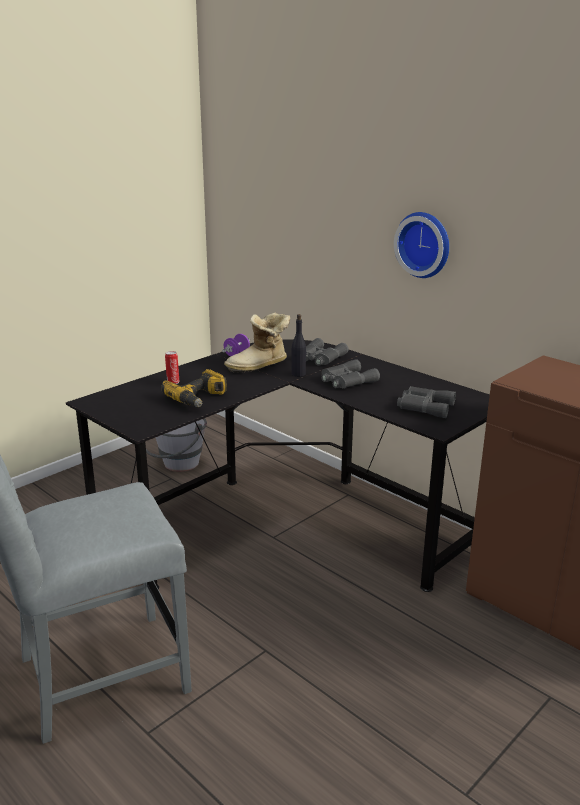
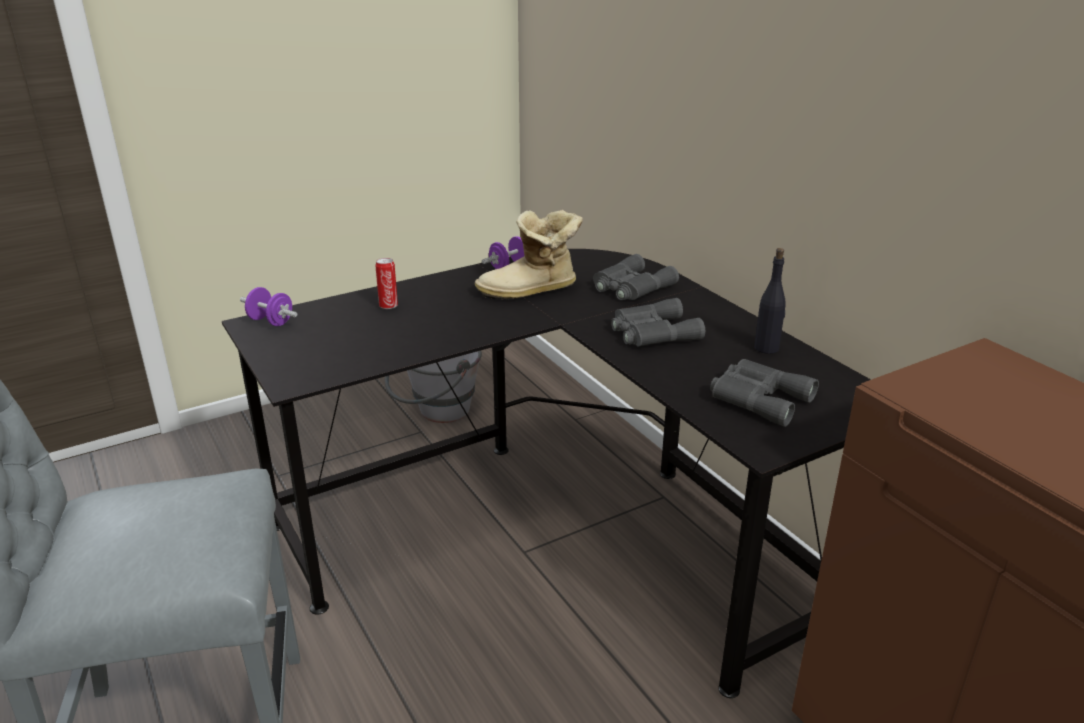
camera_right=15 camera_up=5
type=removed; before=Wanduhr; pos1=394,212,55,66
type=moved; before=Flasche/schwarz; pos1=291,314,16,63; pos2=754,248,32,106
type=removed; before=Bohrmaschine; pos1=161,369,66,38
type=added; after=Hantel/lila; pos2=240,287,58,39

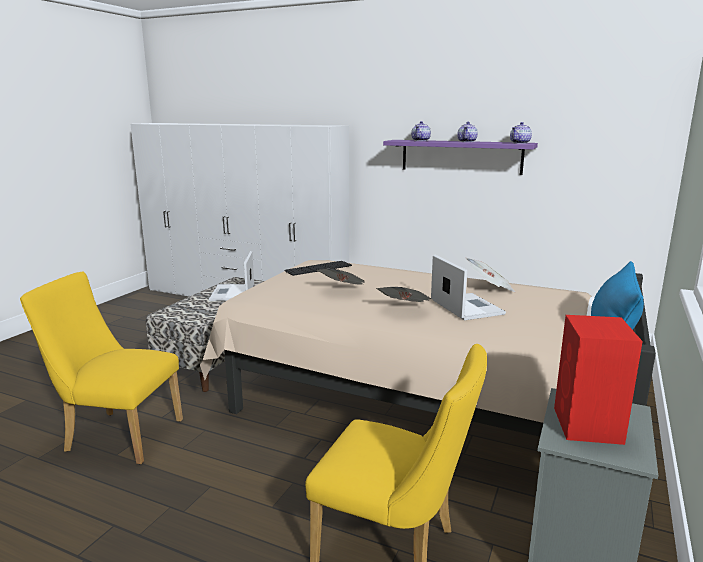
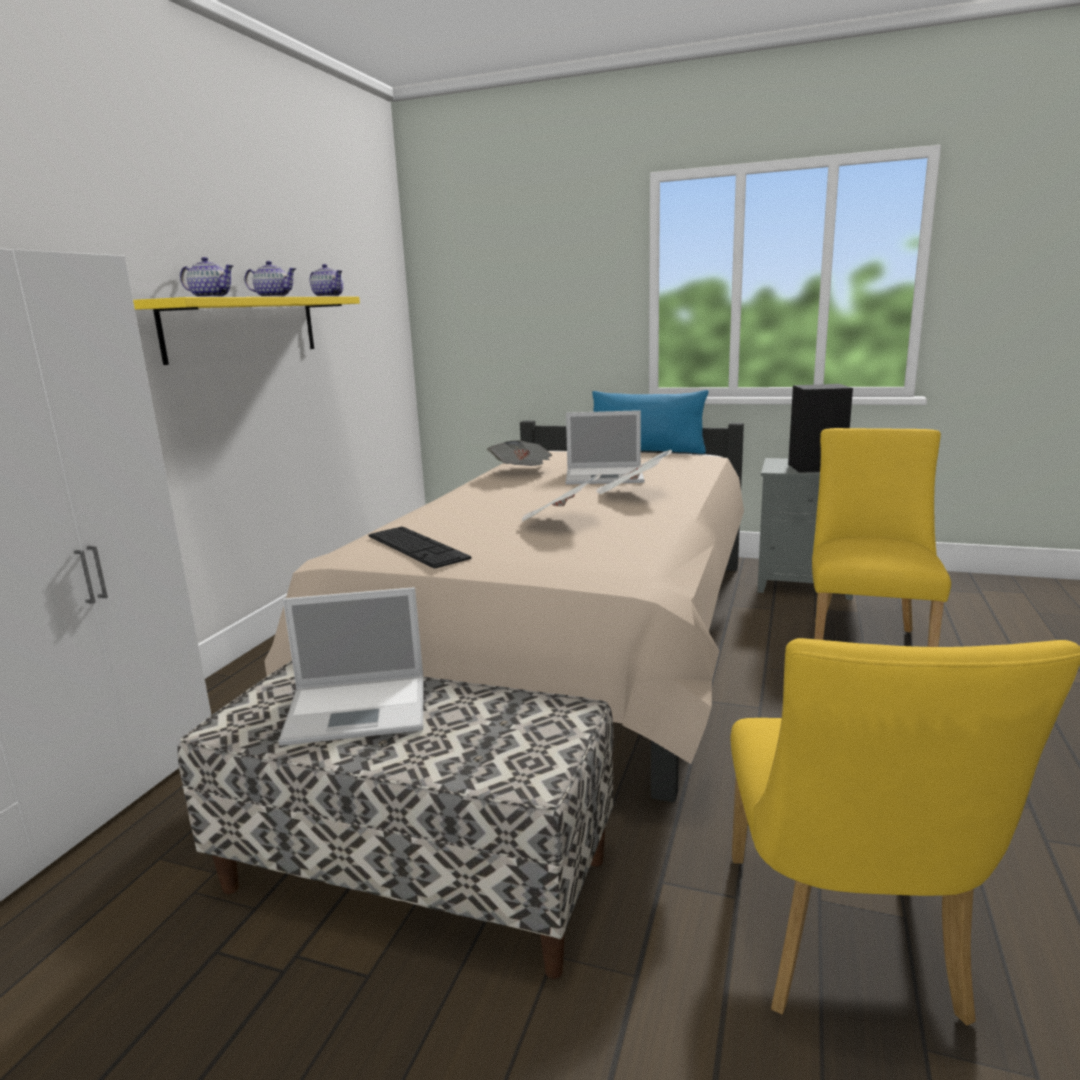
camera_right=-95 camera_up=0
type=recoloured; before=Wandregal/lila; after=Wandregal/gelb; pos1=383,140,155,35; pos2=133,296,227,69
type=turned; before=Laptop; pos1=431,255,75,65; pos2=566,410,78,75; turn=-150
type=recoloured; before=Lautsprecher/rot; after=Lautsprecher/schwarz; pos1=554,315,89,130; pos2=788,384,65,89

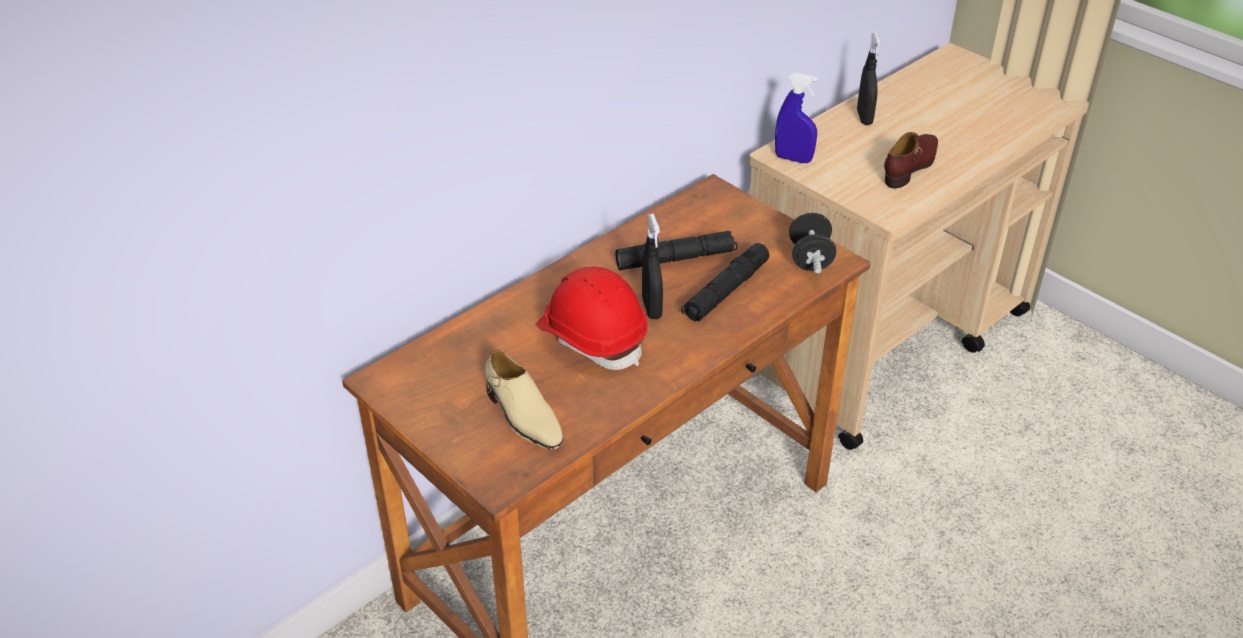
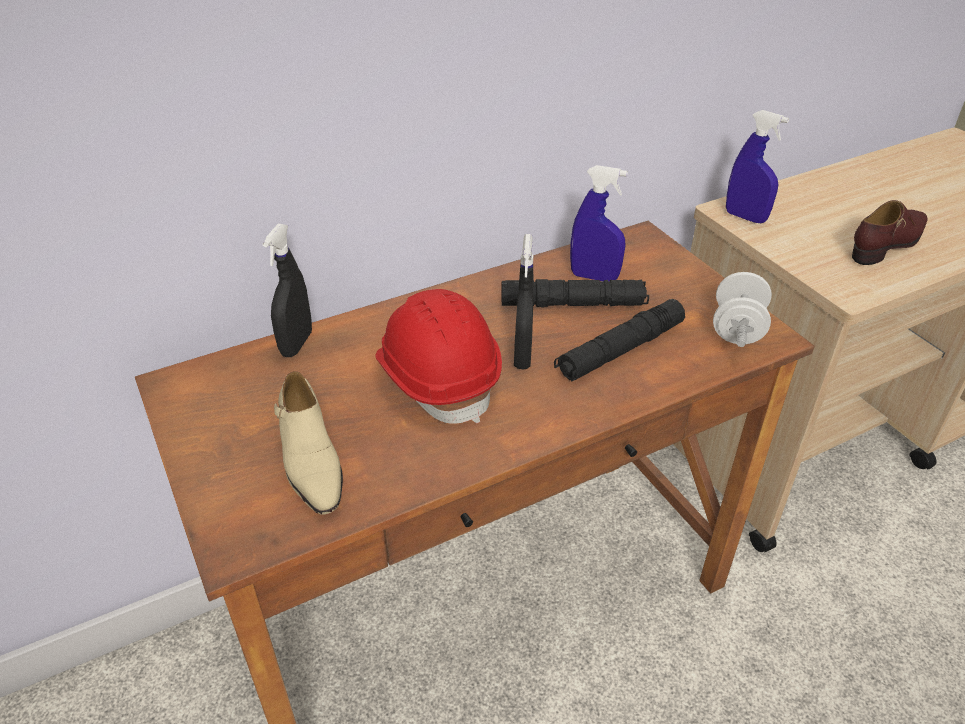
camera_right=15 camera_up=0
type=moved; before=Sprühflasche/schwarz; pos1=857,32,24,93; pos2=262,224,50,133
type=recoloured; before=Hantel/schwarz; after=Hantel/weiß; pos1=789,212,47,61; pos2=713,272,59,75
type=added; after=Sprühflasche/blau; pos2=570,165,58,116

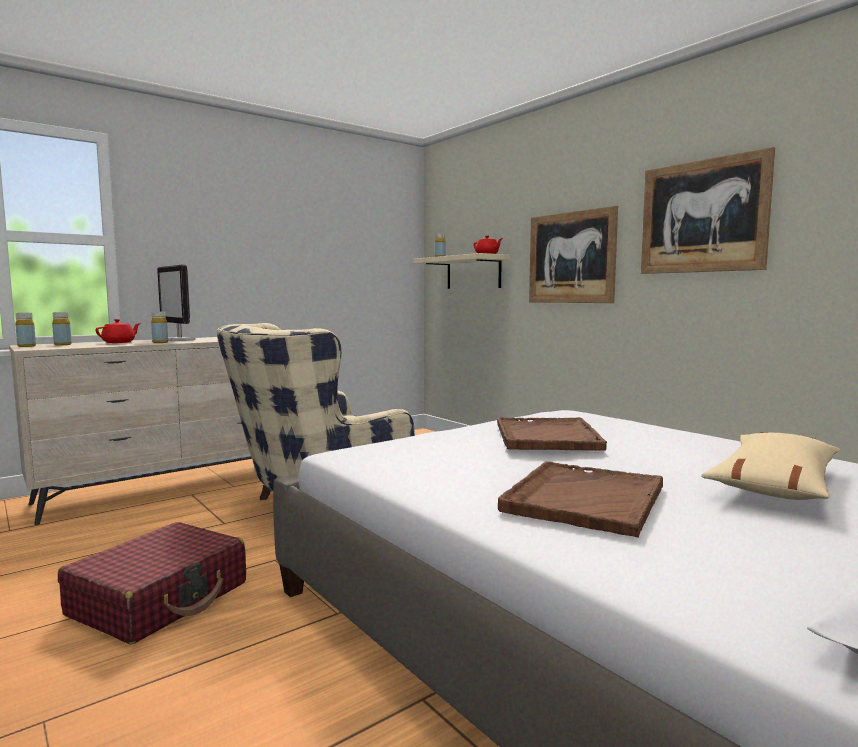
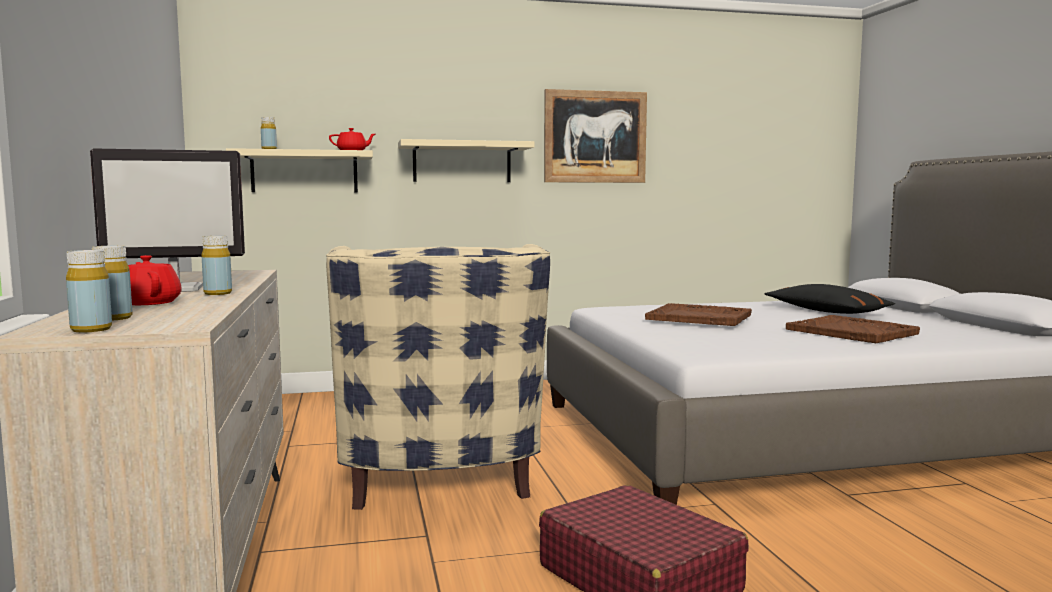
camera_right=-65 camera_up=0
type=replaced; before=Bild; after=Wandregal/beige; pos1=529,206,89,97; pos2=398,139,136,43
type=recoloured; before=Kissen/beige; after=Kissen/schwarz; pos1=701,432,139,68; pos2=765,284,130,30

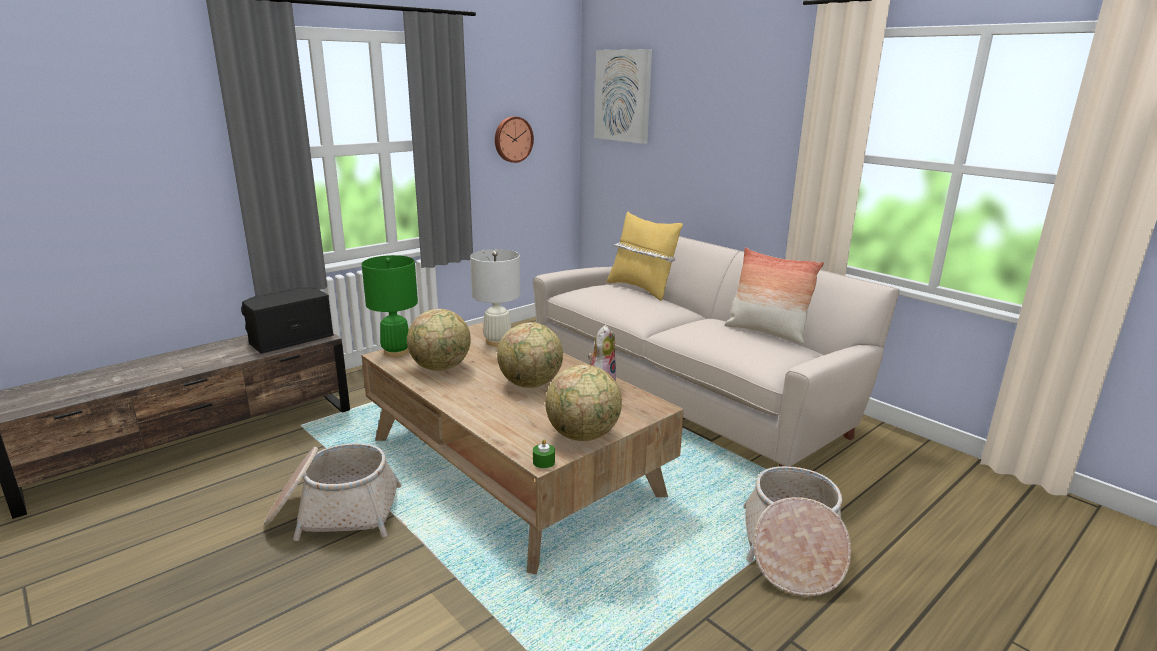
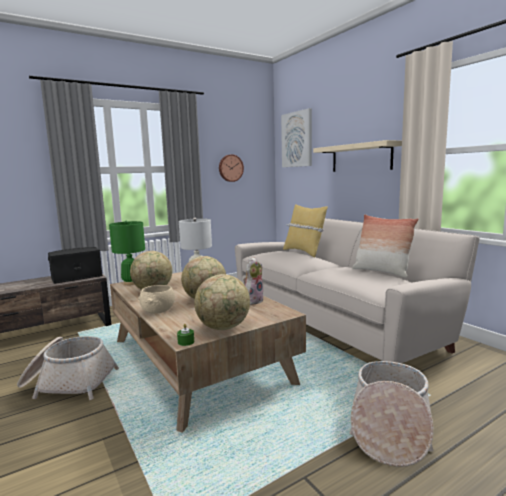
camera_right=10 camera_up=-10
type=added; after=Wandregal/beige; pos2=313,140,89,32
type=added; after=Schüssel/beige; pos2=138,285,37,29

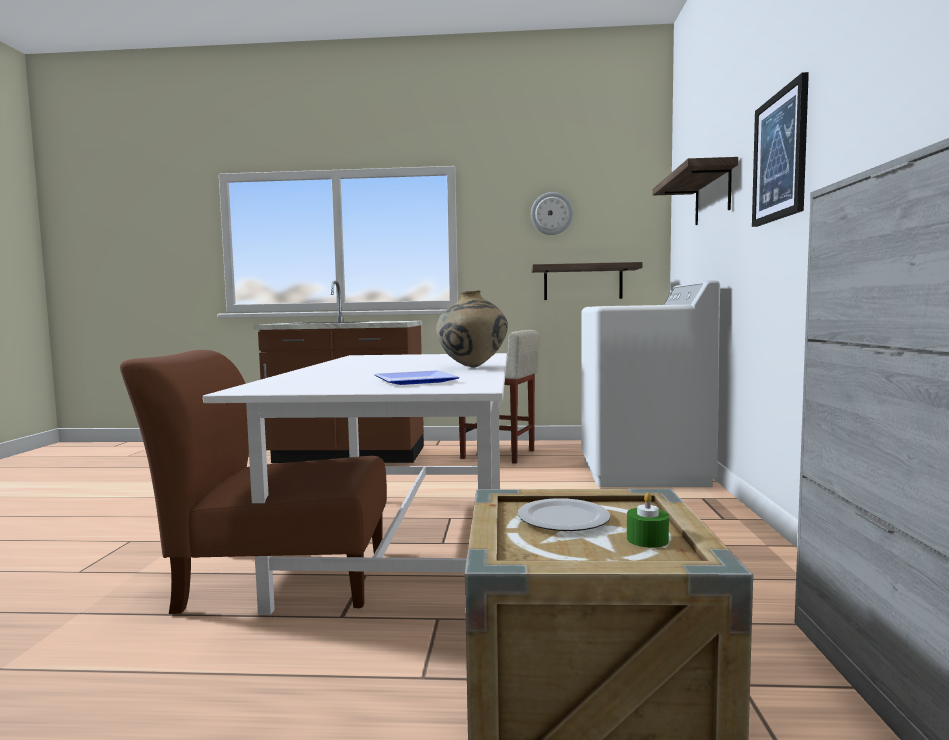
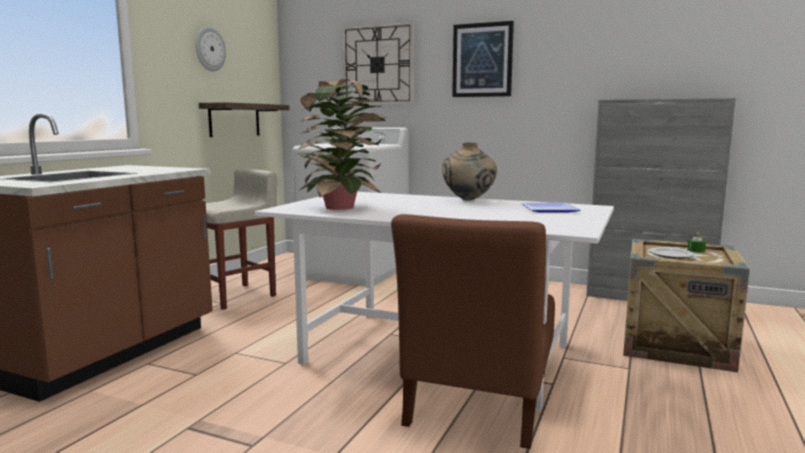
camera_right=-70 camera_up=5
type=replaced; before=Wandregal; after=Wanduhr; pos1=653,157,85,68; pos2=342,21,72,84
type=added; after=Topfpflanze; pos2=299,79,88,131

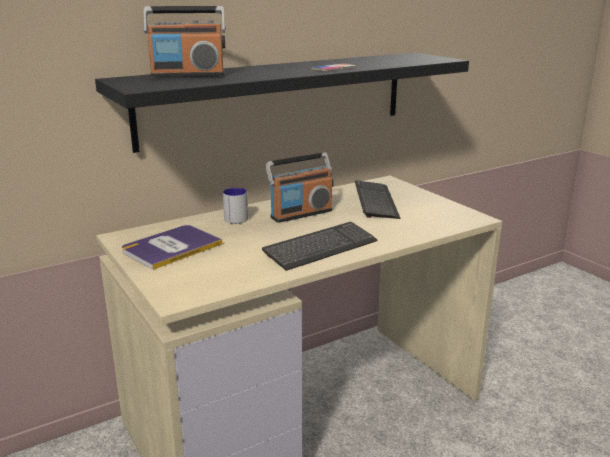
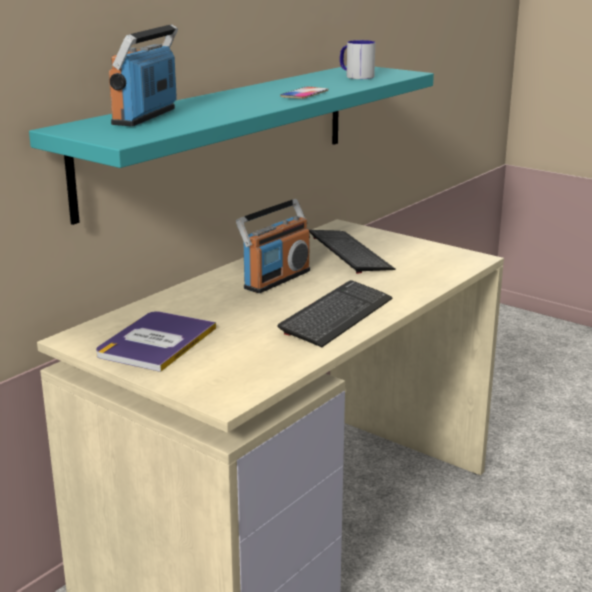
camera_right=-20 camera_up=0
type=turned; before=Radio; pos1=143,6,83,72; pos2=109,24,69,102; turn=135
type=recoloured; before=Wandregal/schwarz; after=Wandregal/türkis; pos1=95,52,374,101; pos2=29,66,405,159
type=moved; before=Henkelbecher; pos1=223,188,25,36; pos2=340,40,35,39

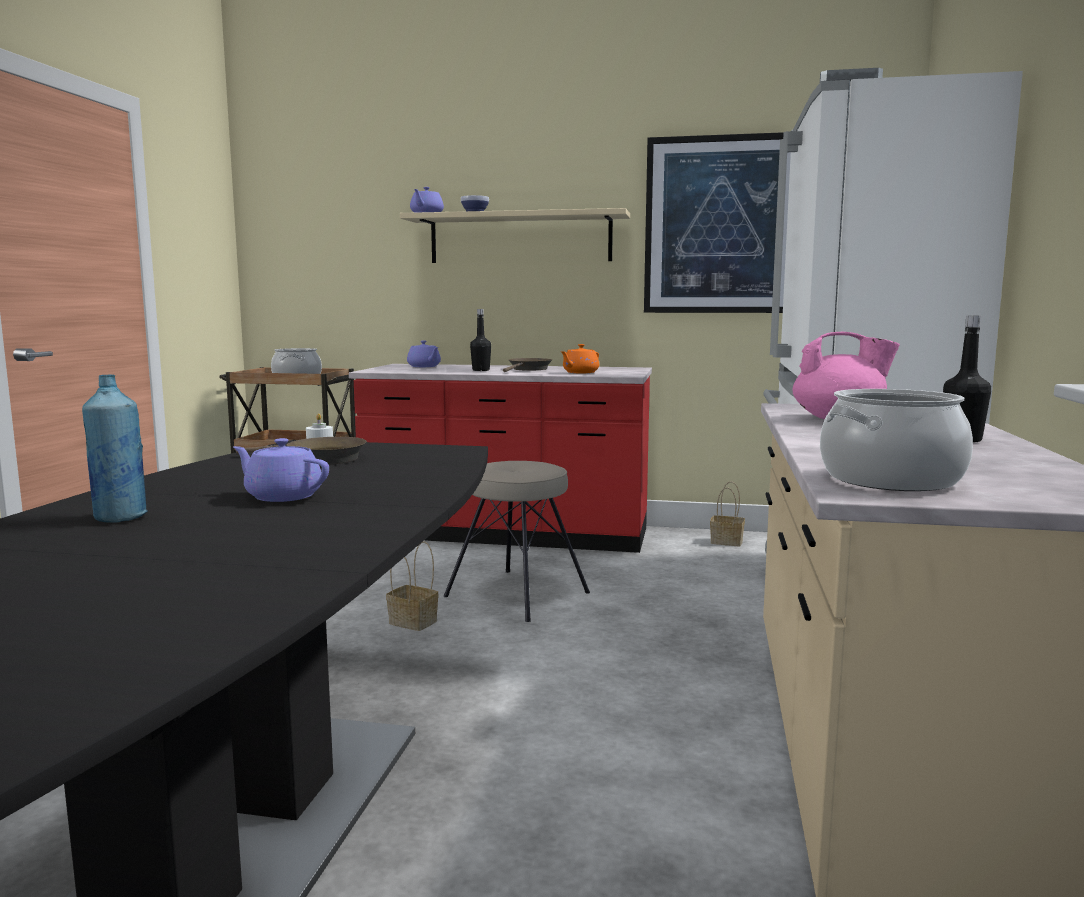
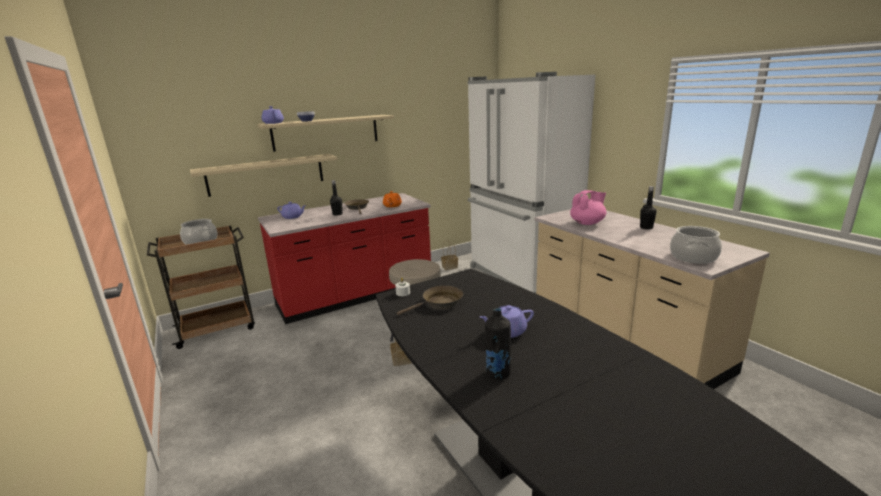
camera_right=-40 camera_up=10
type=removed; before=Bild; pos1=644,132,147,181
type=recoloured; before=Flasche/blau; after=Flasche/schwarz; pos1=82,375,66,148; pos2=485,308,26,72
type=added; after=Wandregal/beige; pos2=190,154,147,43

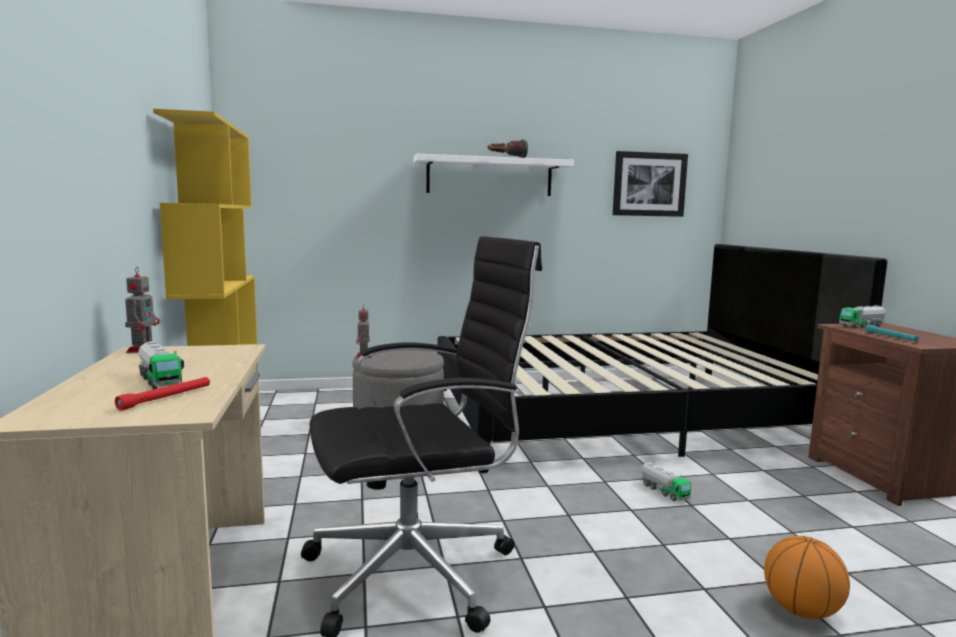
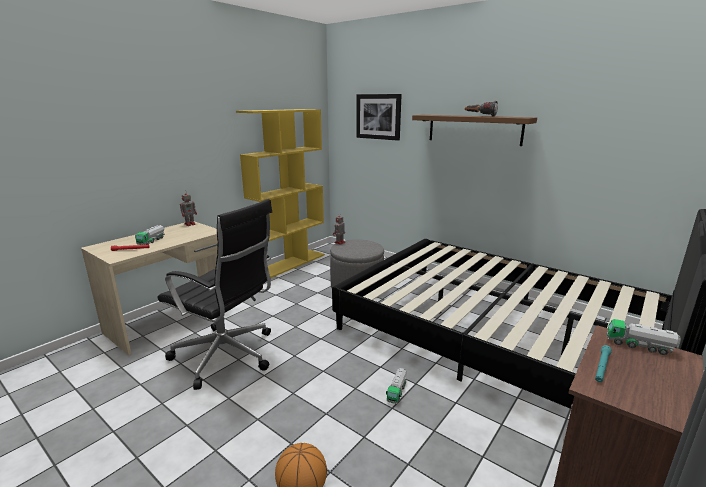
camera_right=50 camera_up=10
type=moved; before=Bild; pos1=613,151,75,66; pos2=356,94,46,47
type=recoloured; before=Wandregal/weiß; after=Wandregal/braun; pos1=413,154,161,42; pos2=412,115,125,31

